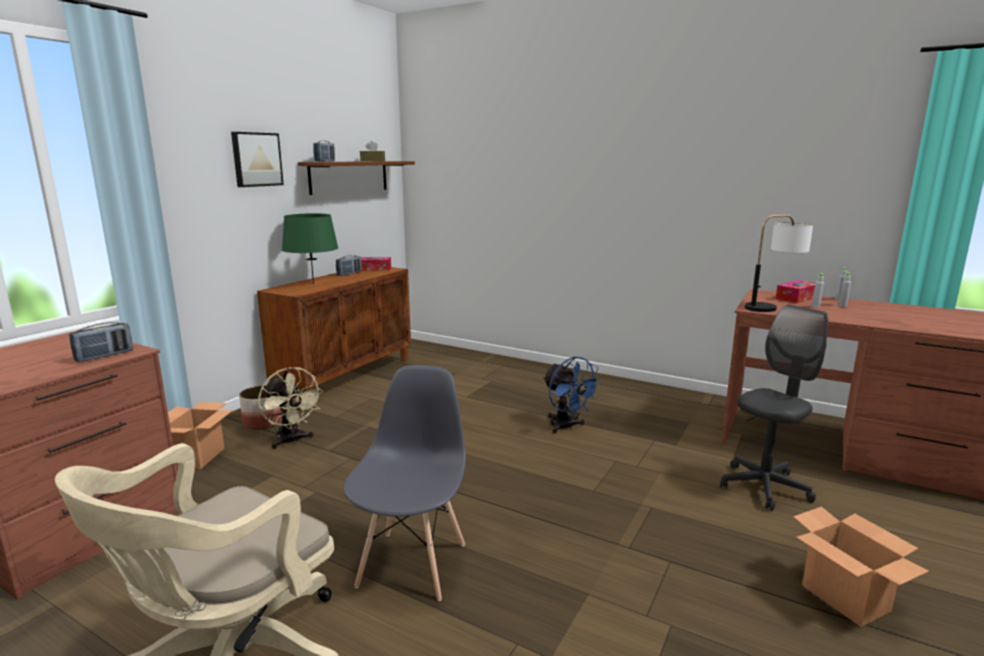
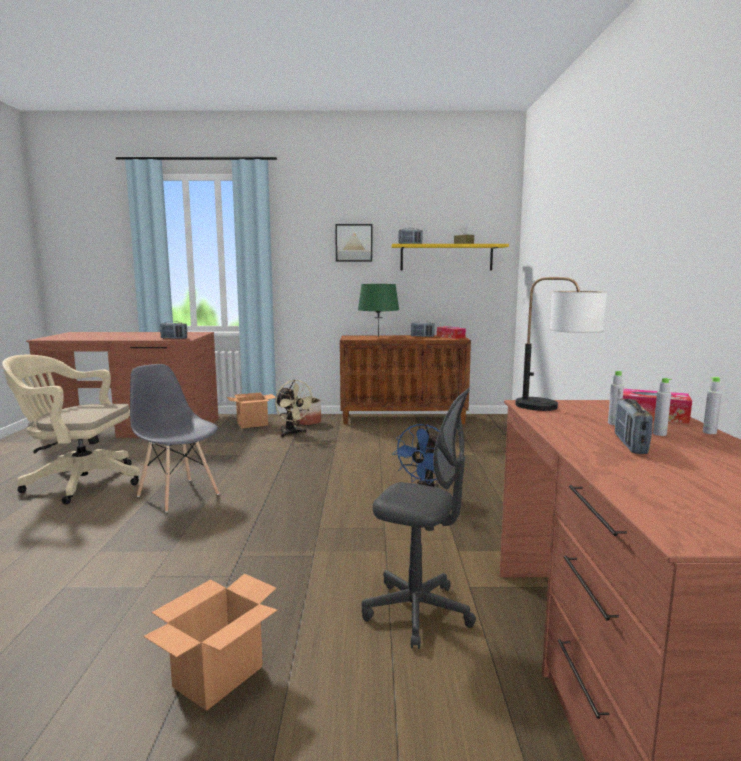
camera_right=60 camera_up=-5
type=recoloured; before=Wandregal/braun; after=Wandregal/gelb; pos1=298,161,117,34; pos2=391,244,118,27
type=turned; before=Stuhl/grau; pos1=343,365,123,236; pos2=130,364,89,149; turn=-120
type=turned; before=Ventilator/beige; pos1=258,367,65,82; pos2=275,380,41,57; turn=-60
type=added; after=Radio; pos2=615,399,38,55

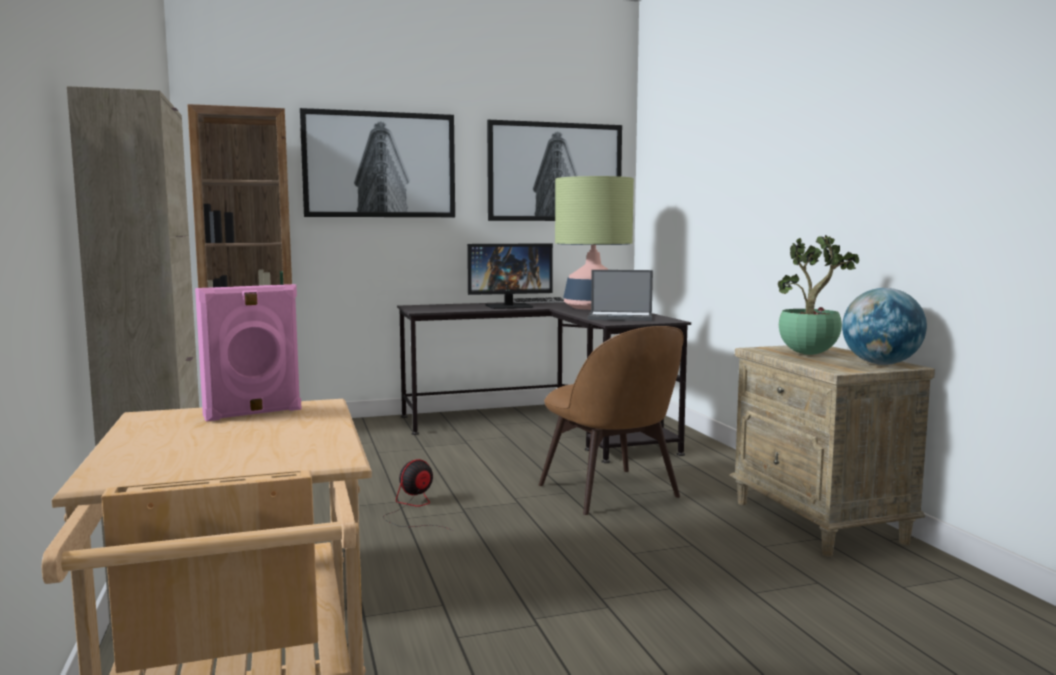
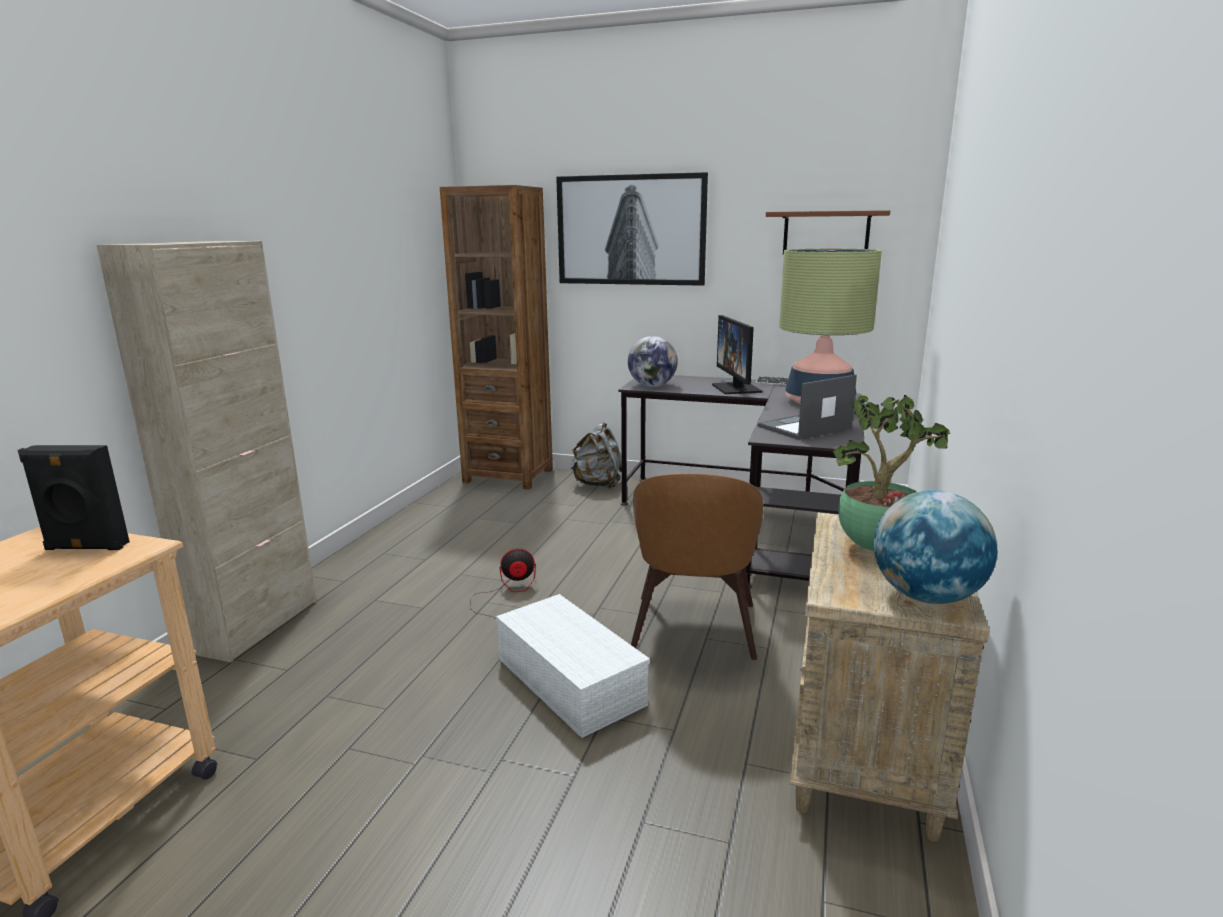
camera_right=35 camera_up=10
type=replaced; before=Bild; after=Wandregal/braun; pos1=487,120,135,101; pos2=766,210,124,45
type=turned; before=Monitor; pos1=467,243,86,66; pos2=712,315,50,79; turn=60
type=turned; before=Laptop; pos1=588,270,65,51; pos2=758,375,99,65; turn=105
type=recoloured; before=Lautsprecher/rosa; after=Lautsprecher/schwarz; pos1=195,284,107,138; pos2=18,445,112,105
type=added; after=Globus; pos2=628,336,50,51
type=added; after=Rucksack/grau; pos2=571,422,51,67
type=added; after=Aufbewahrungsbox/weiß; pos2=496,594,154,144

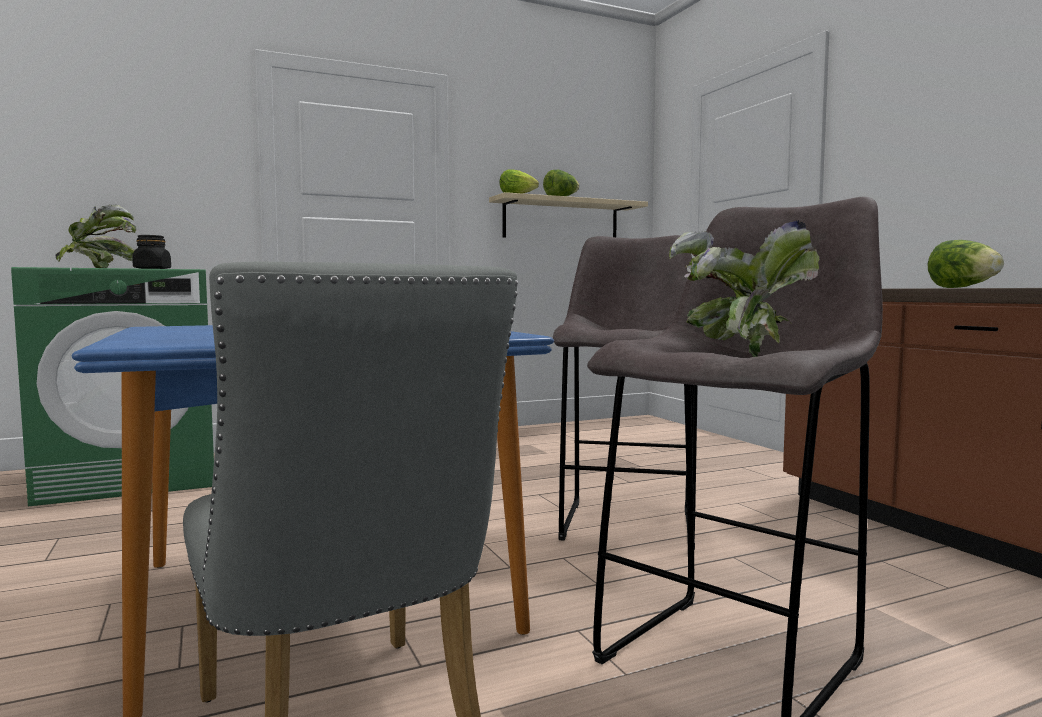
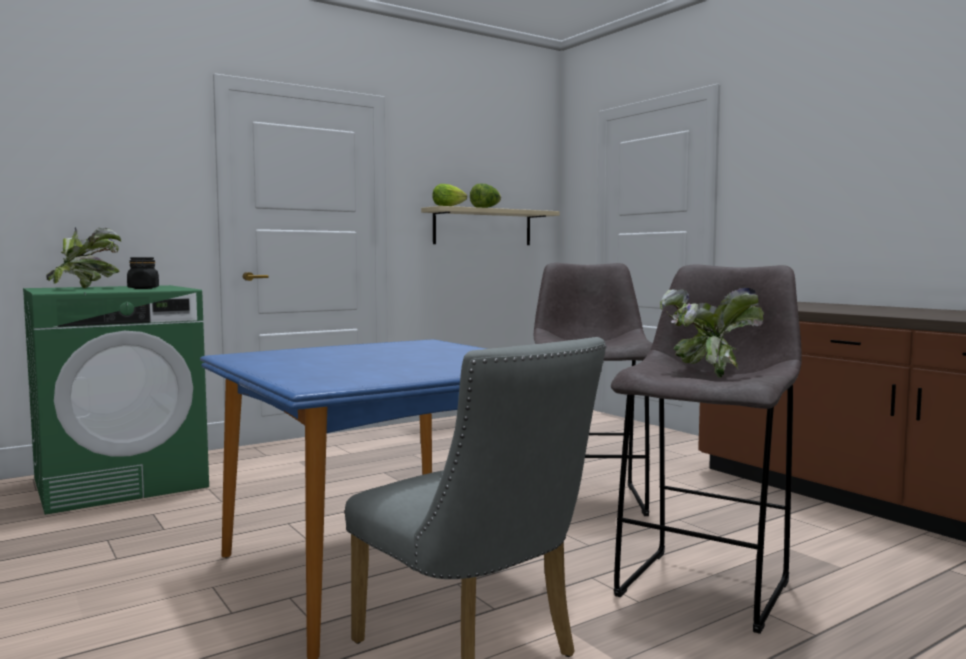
camera_right=-10 camera_up=0
type=removed; before=Salatkopf; pos1=928,240,76,48

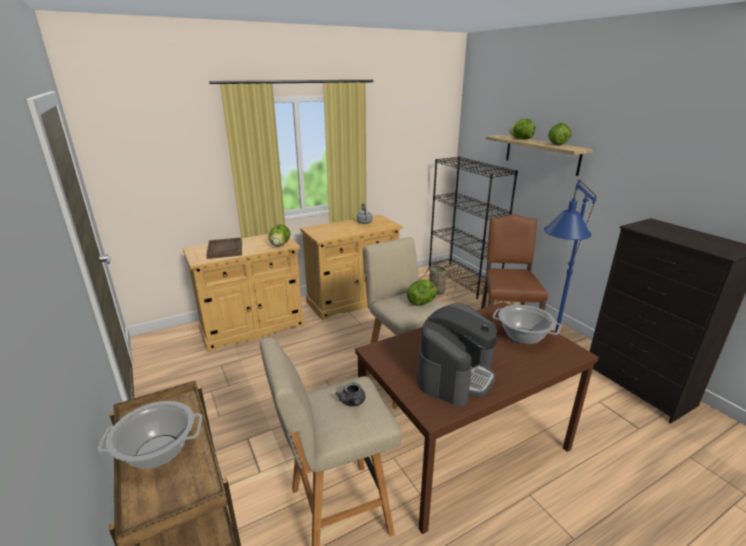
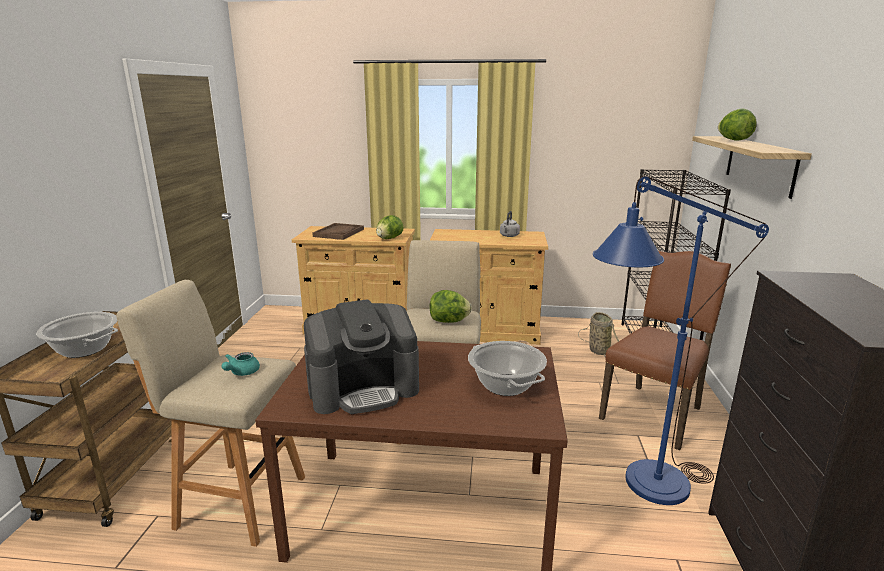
camera_right=35 camera_up=-5
type=removed; before=Salatkopf; pos1=548,123,23,22
type=recoloured; before=Teekanne/grau; after=Teekanne/türkis; pos1=335,383,30,23; pos2=222,352,38,24

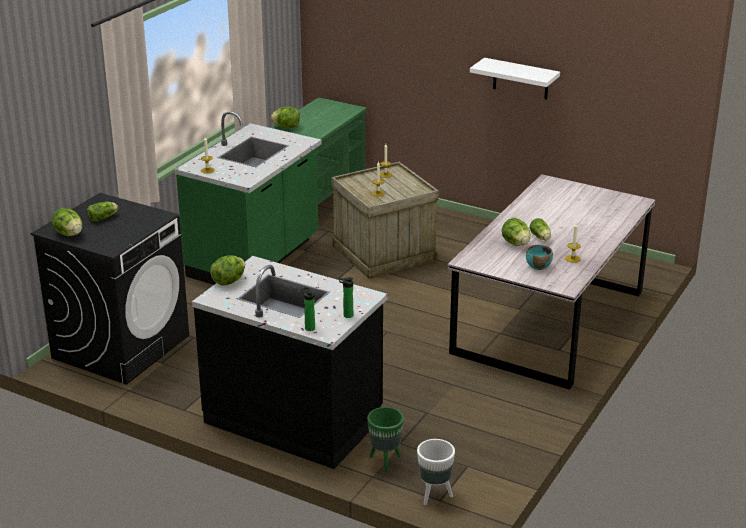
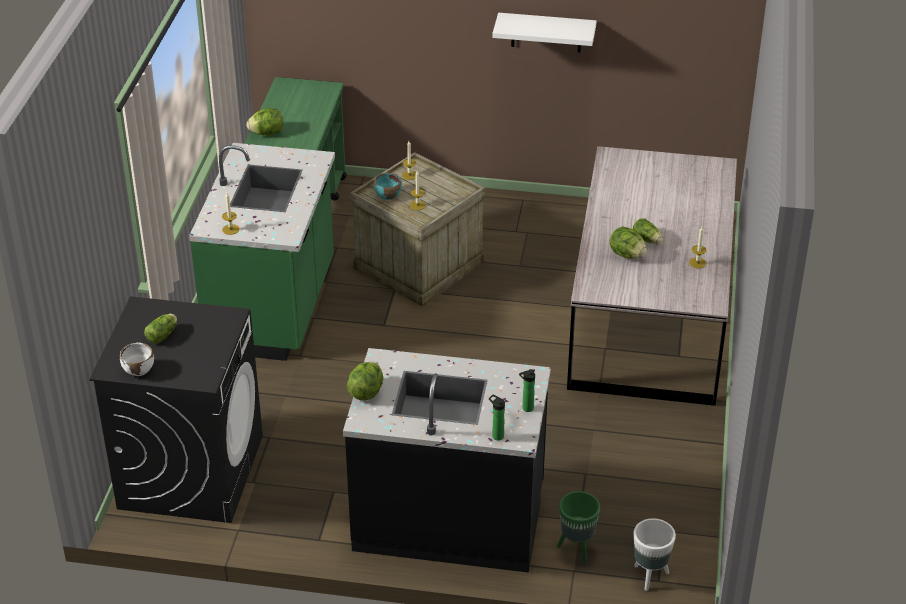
camera_right=-20 camera_up=10
type=replaced; before=Salatkopf; after=Schüssel/weiß; pos1=52,208,30,28; pos2=120,343,34,33
type=moved; before=Schüssel/türkis; pos1=526,245,27,25; pos2=374,173,28,27

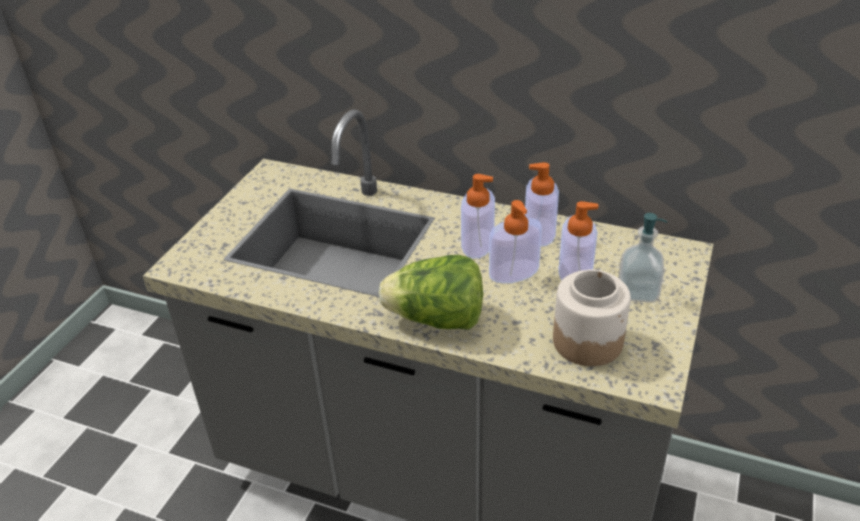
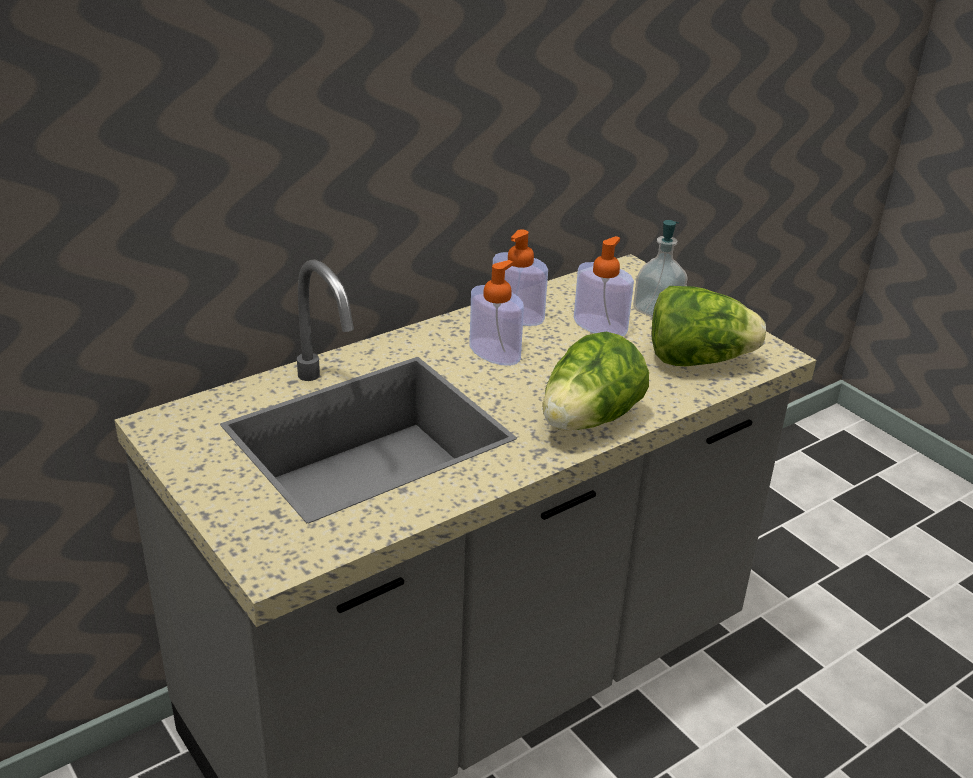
camera_right=-60 camera_up=-5
type=removed; before=Seifenspender; pos1=489,200,53,84
type=replaced; before=Vorratsglas; after=Salatkopf; pos1=553,269,78,97; pos2=652,286,114,80

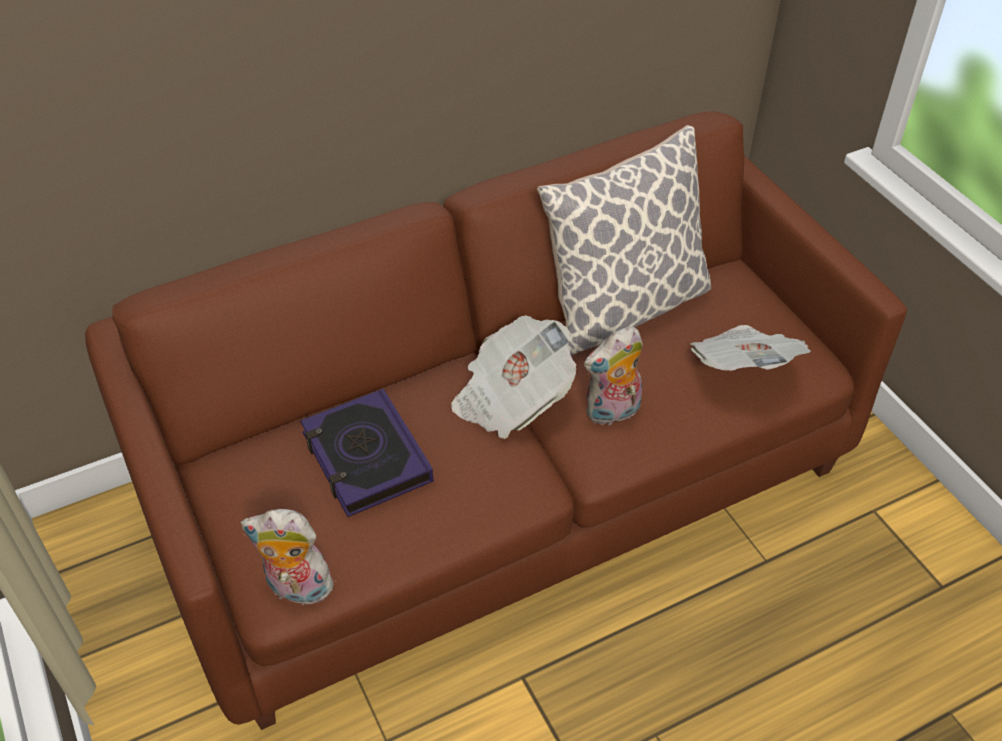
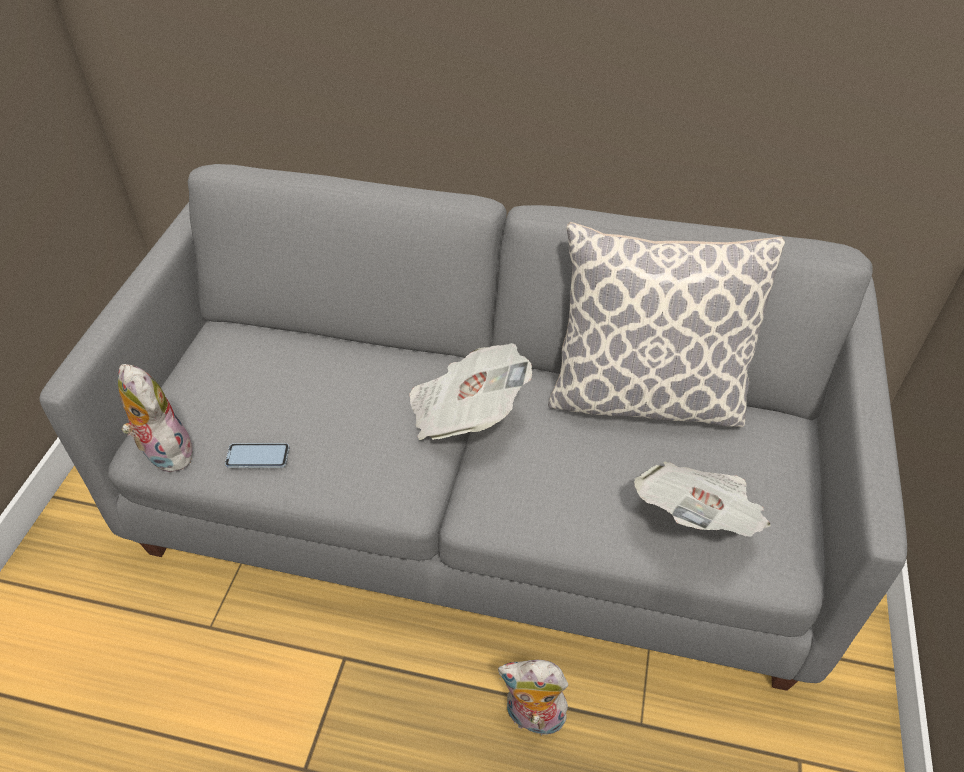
camera_right=40 camera_up=0
type=recoloured; before=Sofa/braun; after=Sofa/grau; pos1=85,112,822,618; pos2=39,164,868,527
type=moved; before=Plüschtier; pos1=584,326,59,99; pos2=498,659,71,81
type=removed; before=Buch; pos1=300,389,133,128
type=added; after=Handy; pos2=225,443,64,25

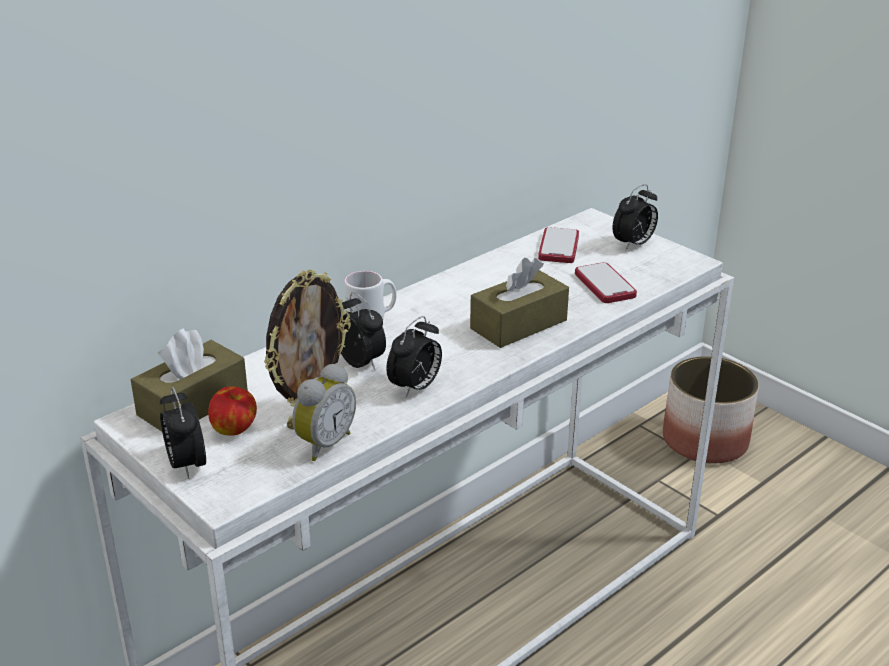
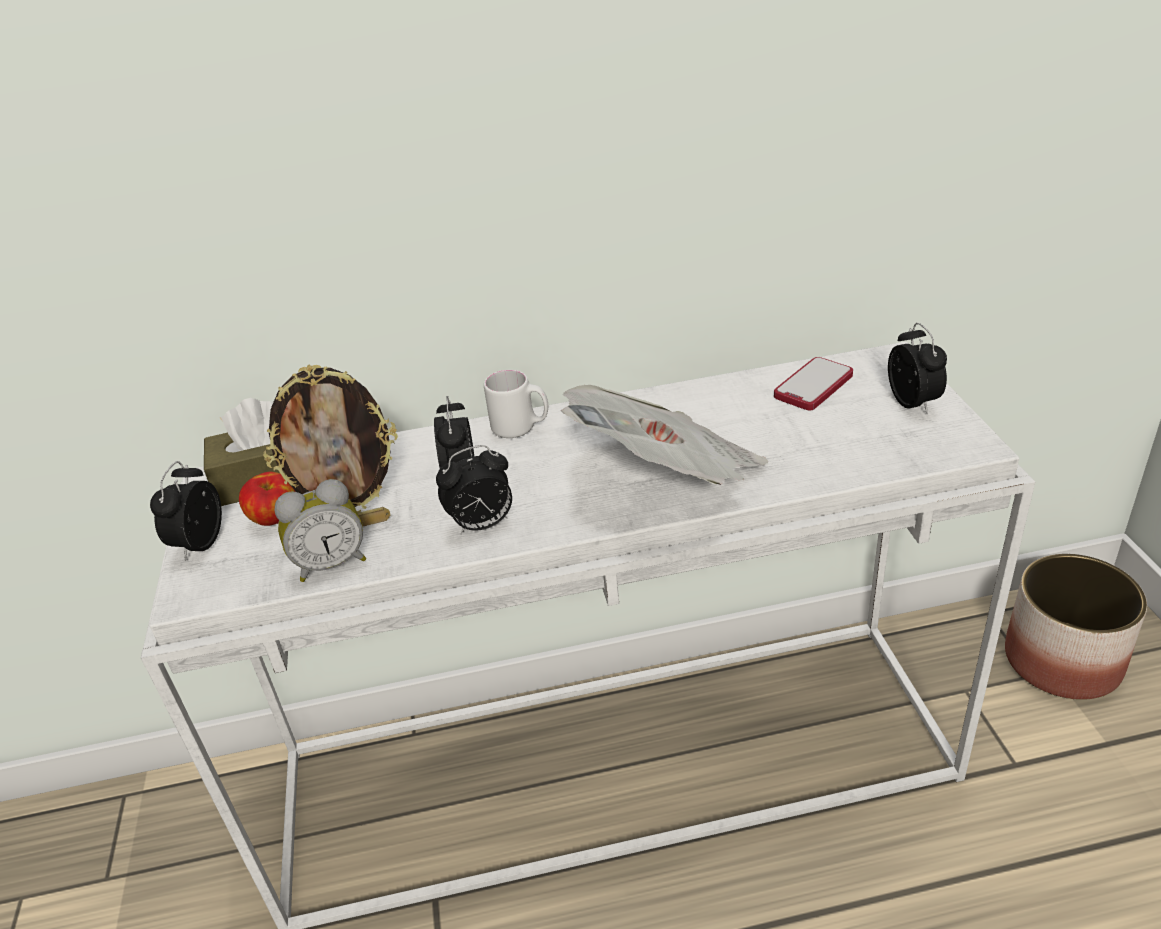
camera_right=35 camera_up=5
type=turned; before=Wecker; pos1=613,184,45,67; pos2=888,323,59,91; turn=-90
type=replaced; before=Taschentuchbox/braun; after=Zeitung; pos1=470,258,99,90; pos2=561,385,208,100
type=removed; before=Handy; pos1=575,262,62,41

